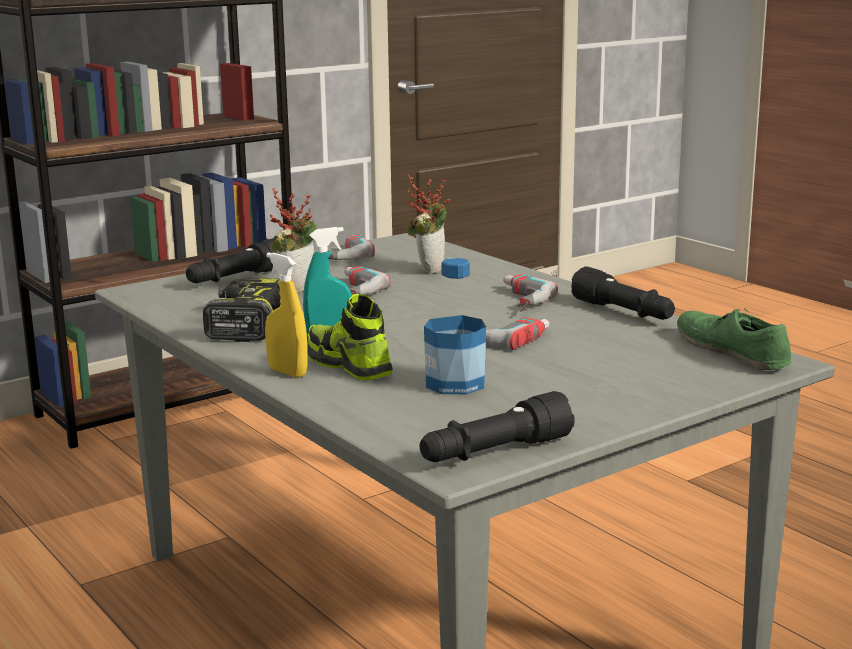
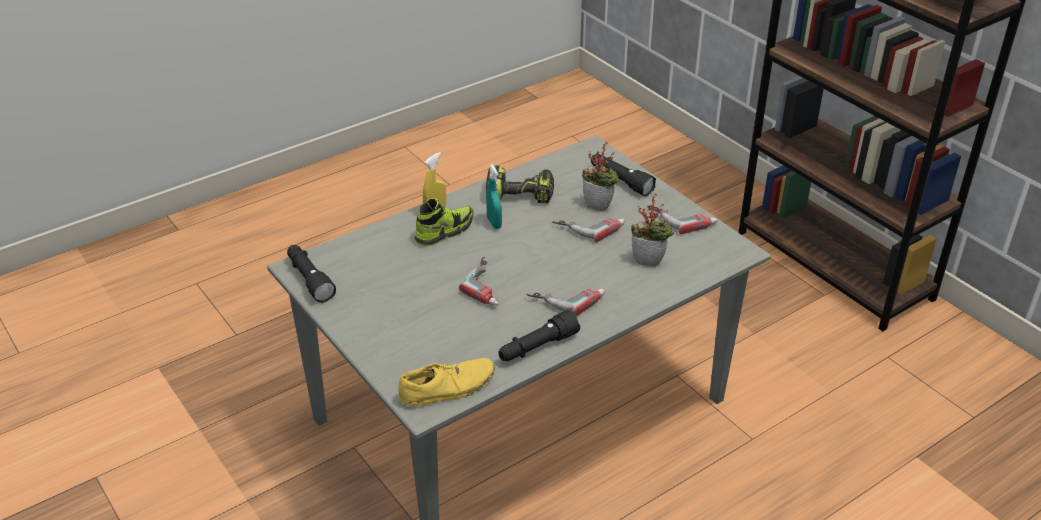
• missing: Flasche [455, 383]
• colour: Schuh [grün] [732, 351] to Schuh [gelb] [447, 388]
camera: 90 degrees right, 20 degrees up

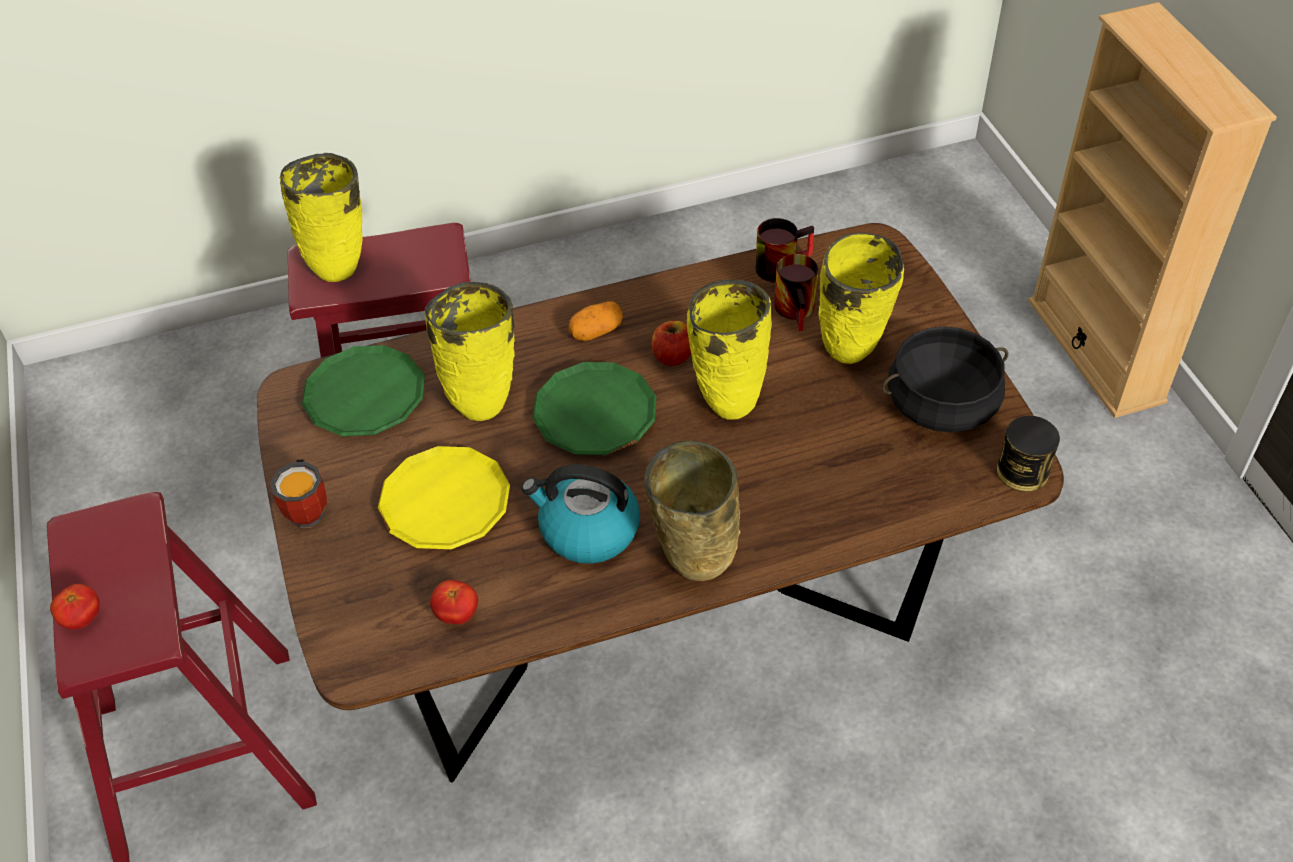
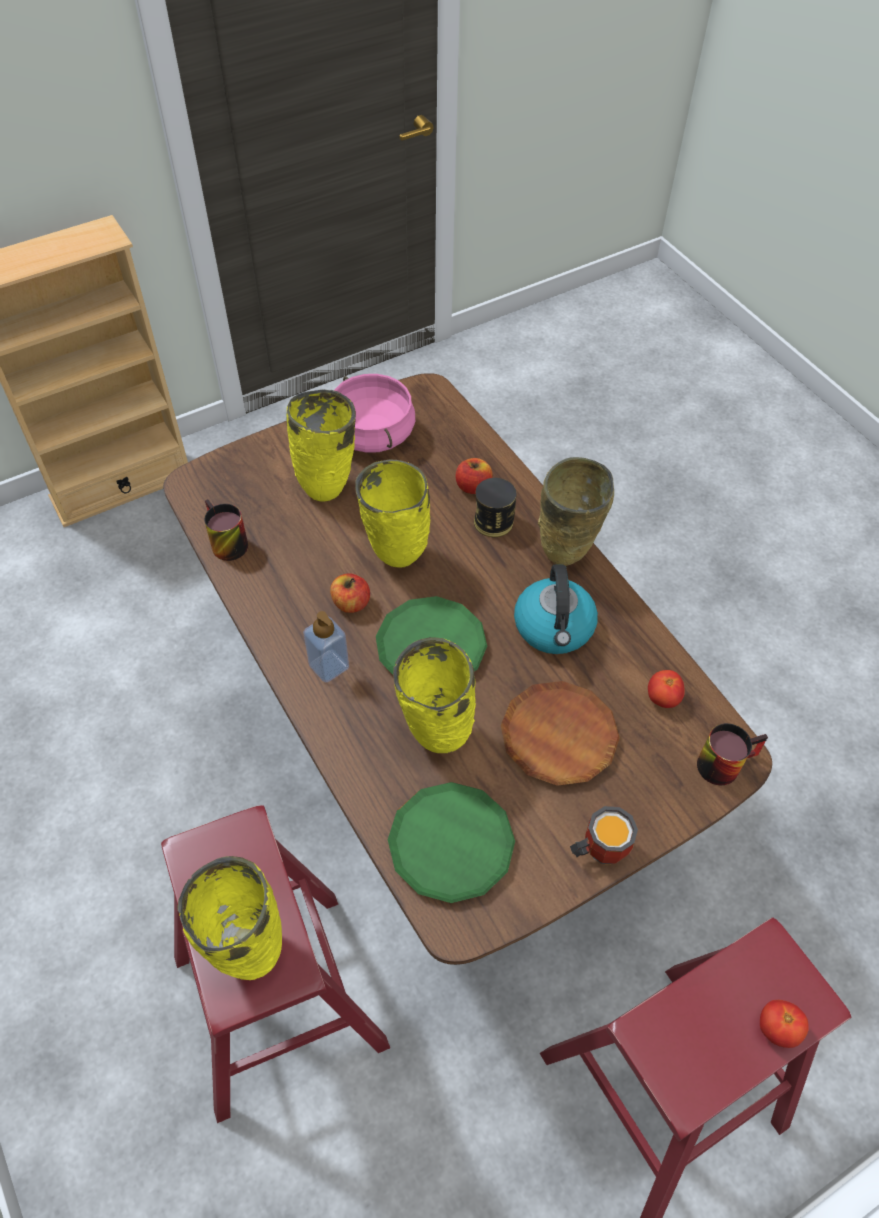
• relocated: Henkelbecher [799, 310] to [723, 761]
• exchanged: Kartoffel [596, 331] to Seifenspender [329, 666]
• colour: Kochtopf [schwarz] [941, 403] to Kochtopf [rosa] [371, 434]
• relocated: Dose [1022, 472] to [493, 522]
• colour: Teller [gelb] [445, 504] to Teller [braun] [558, 736]
• appeared: Apfel [473, 486]
camera: 105 degrees left, 5 degrees up

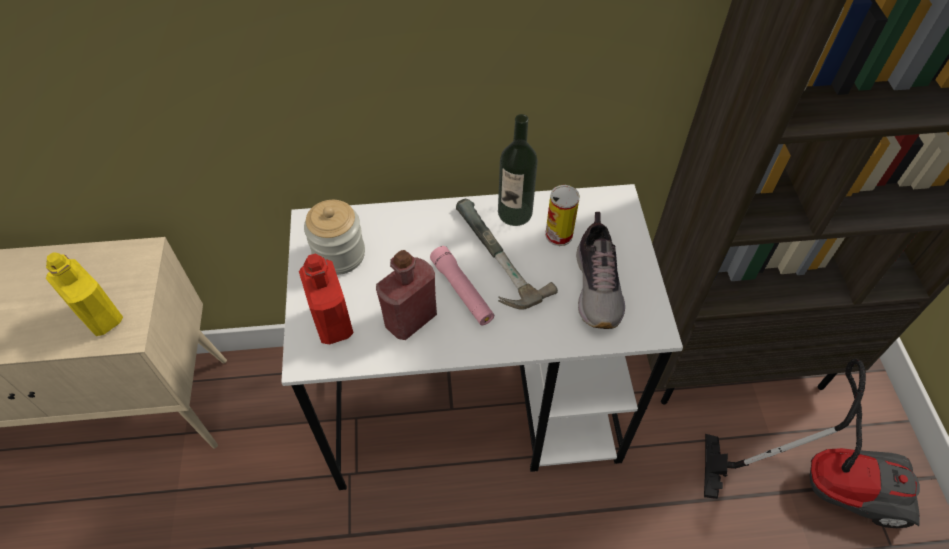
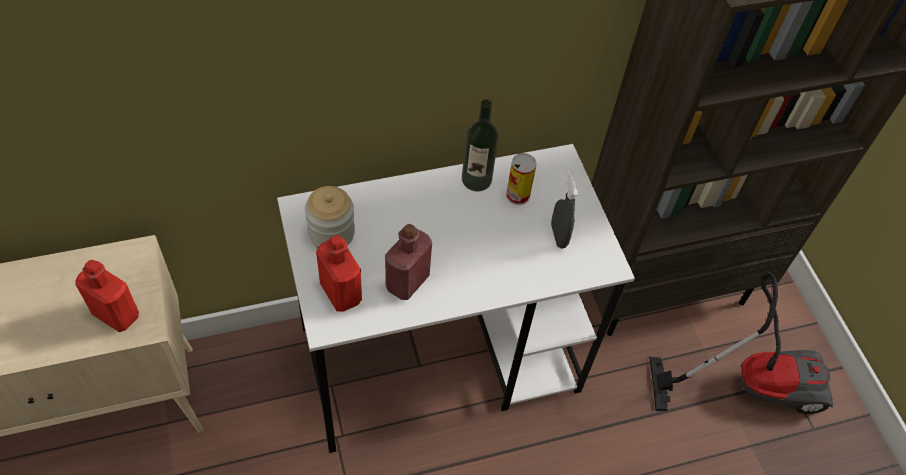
• missing: Hammer [491, 258]
• exchanged: Schuh [598, 286] to Sprühflasche [grau] [558, 236]
• missing: Taschenlampe [rosa] [462, 291]
• colour: Flasche [gelb] [100, 317] to Flasche [rot] [116, 314]
camera: 15 degrees left, 0 degrees up

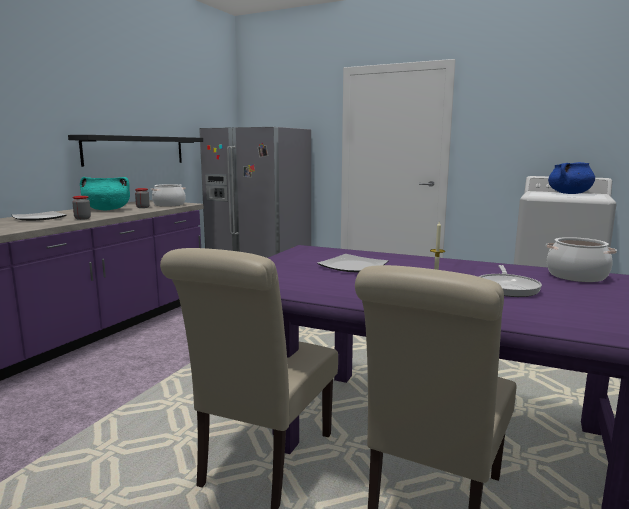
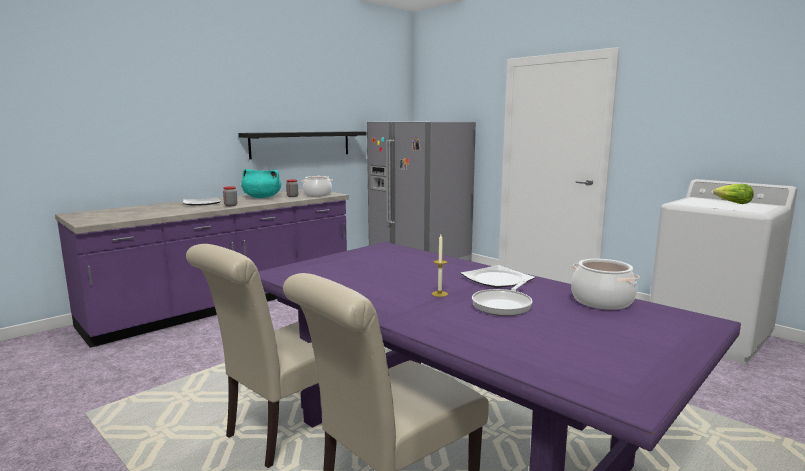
• exchanged: Kochtopf [blau] [569, 193] to Salatkopf [732, 203]
• relocated: Teller [352, 266] to [496, 279]
camera: 20 degrees right, 0 degrees up

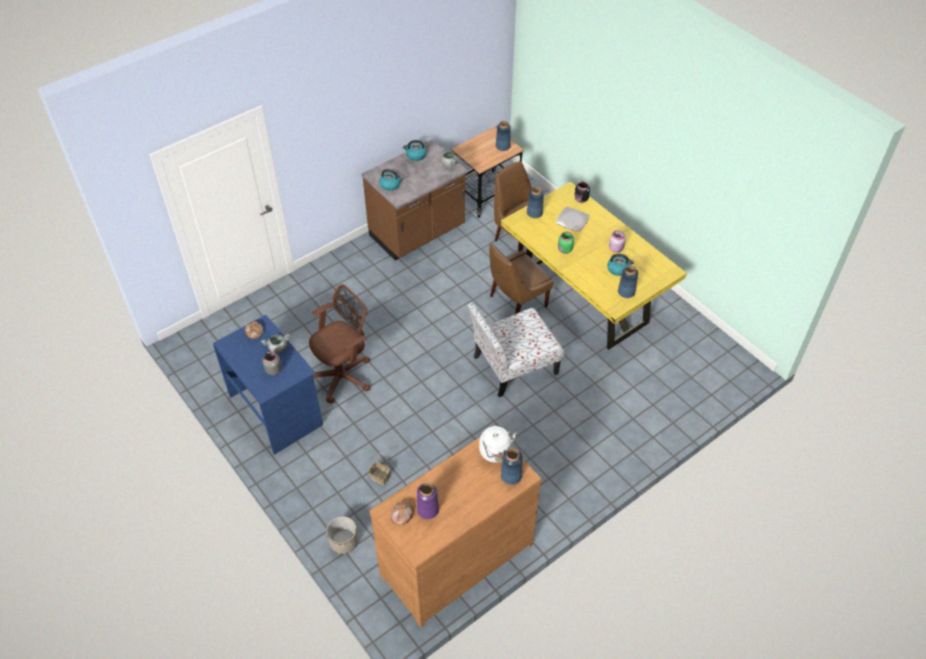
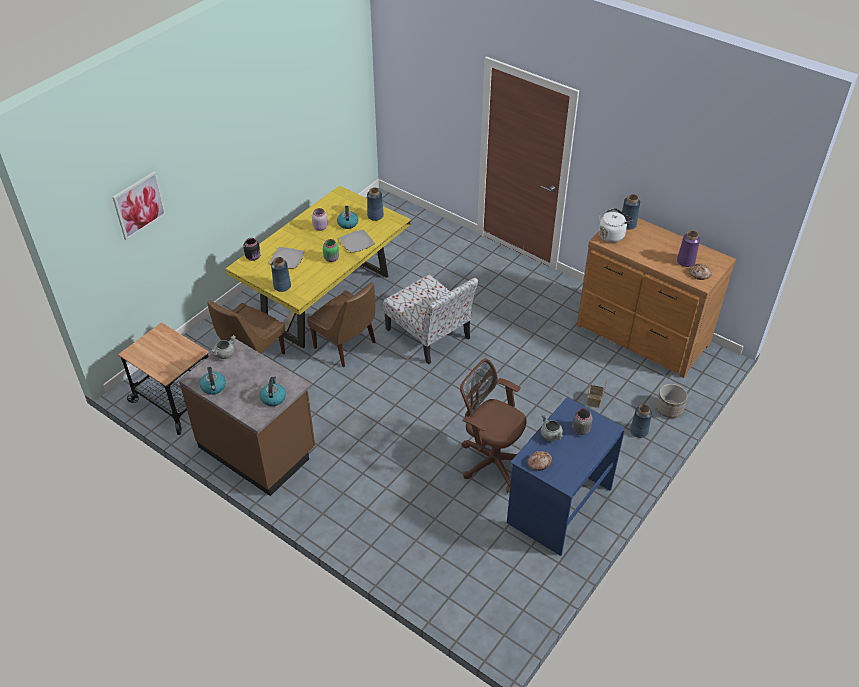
• relocated: Vase [blau] [503, 146] to [638, 431]
• appeared: Bild [139, 205]
• appeared: Teller [356, 243]
camera: 105 degrees left, 5 degrees down

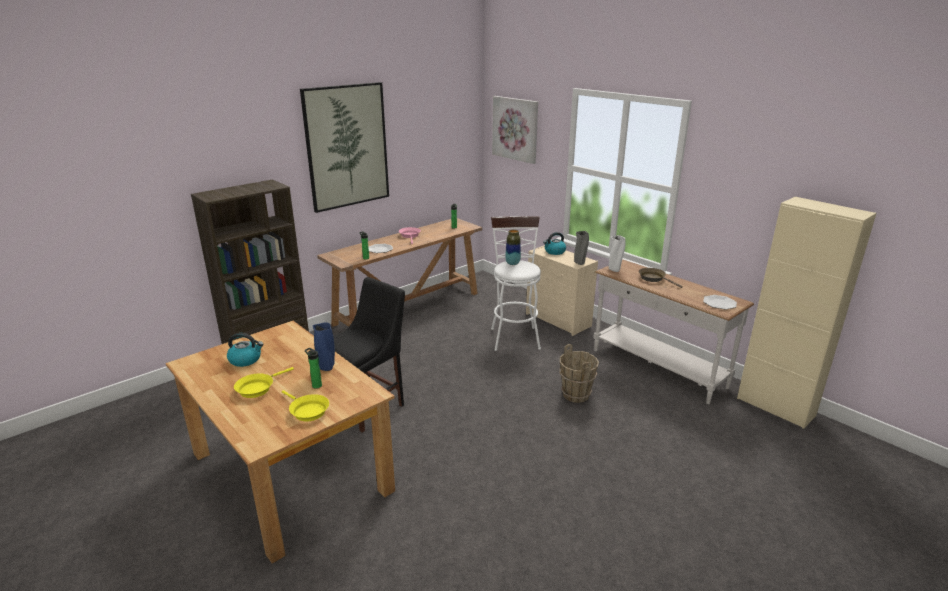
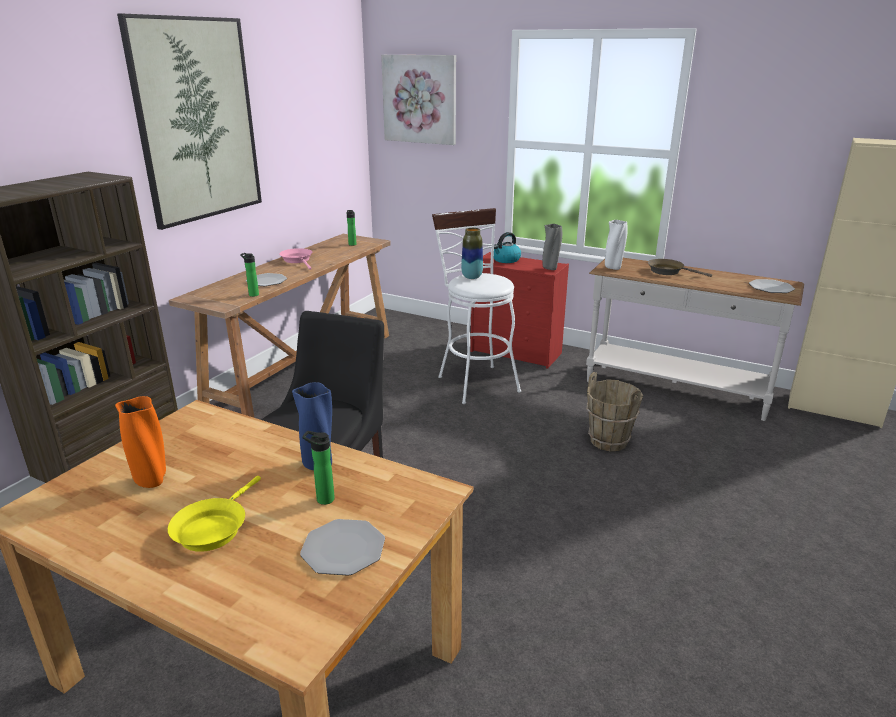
• colour: Kommode [beige] [559, 320] to Kommode [rot] [517, 352]
• exchanged: Wasserkessel [246, 360] to Vase [orange] [152, 481]
• exchanged: Pfanne [gelb] [307, 411] to Teller [343, 549]
camera: 20 degrees left, 0 degrees up

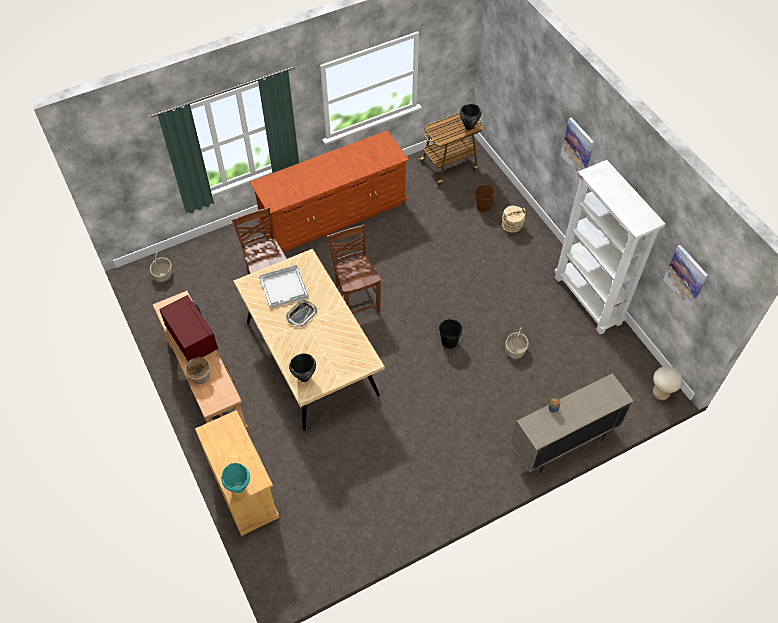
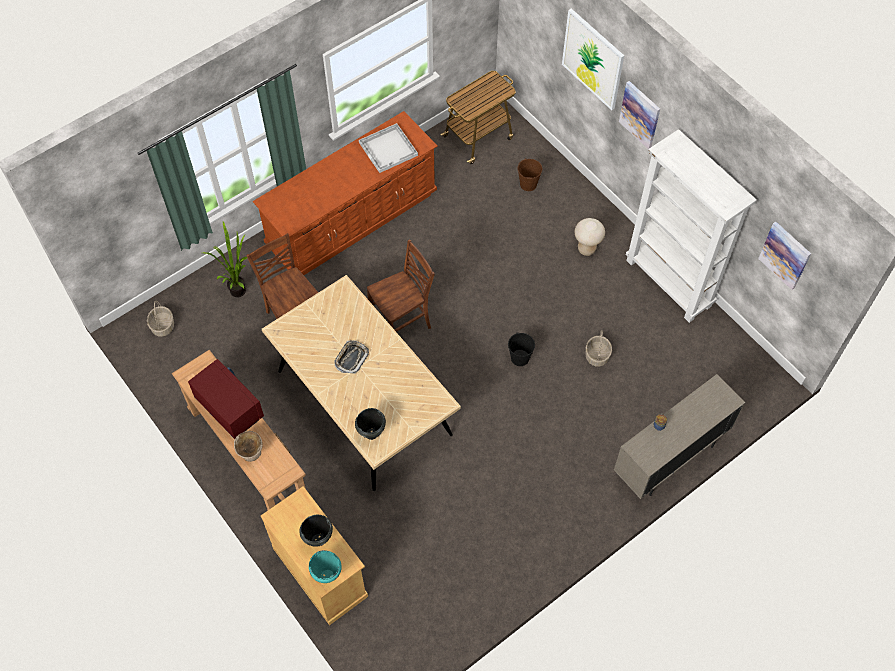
• relocated: Kochtopf [schwarz] [468, 126] to [318, 539]
• missing: Eimer [beige] [512, 226]
• spun: Stuhl [braun] [356, 301] = [402, 325] 90 degrees clockwise
• relocated: Tablett [weiß] [284, 287] to [389, 149]
• relocated: Hocker [beige] [660, 393] to [586, 249]
• appeared: Bild [593, 59]
• appeared: Topfpflanze [239, 288]
camera: 10 degrees left, 5 degrees up

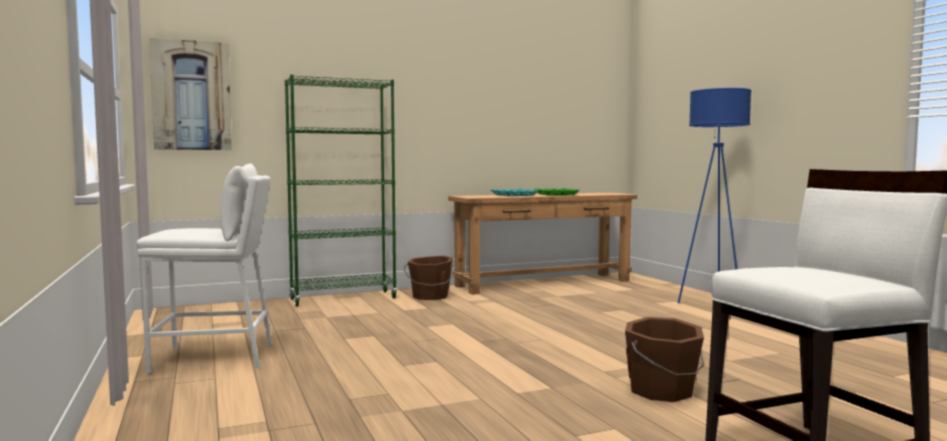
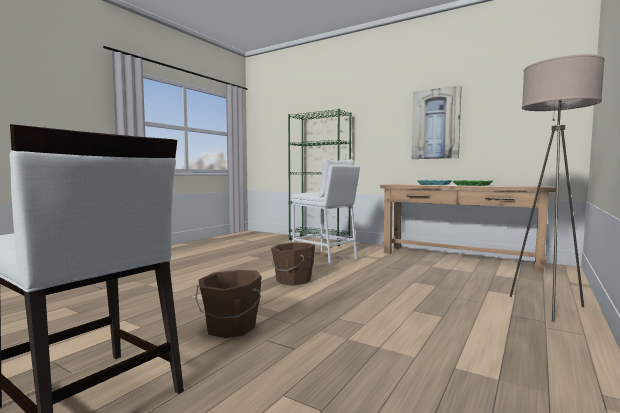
• relocated: Bild [191, 95] to [436, 124]
• colour: Stehlampe [blau] [712, 304] to Stehlampe [beige] [547, 307]
• relocated: Hocker [weiß] [214, 358] to [325, 257]
• relocated: Eimer [braun] [430, 296] to [292, 280]
camera: 55 degrees right, 0 degrees up

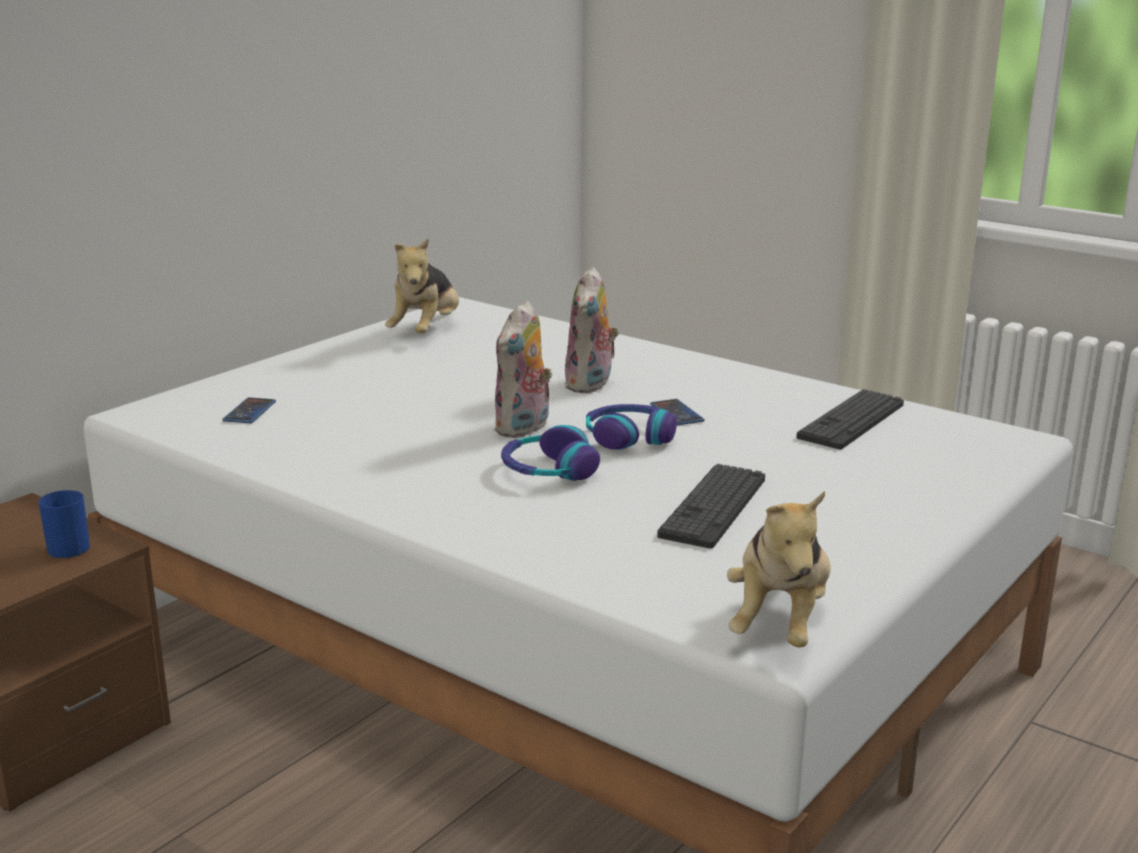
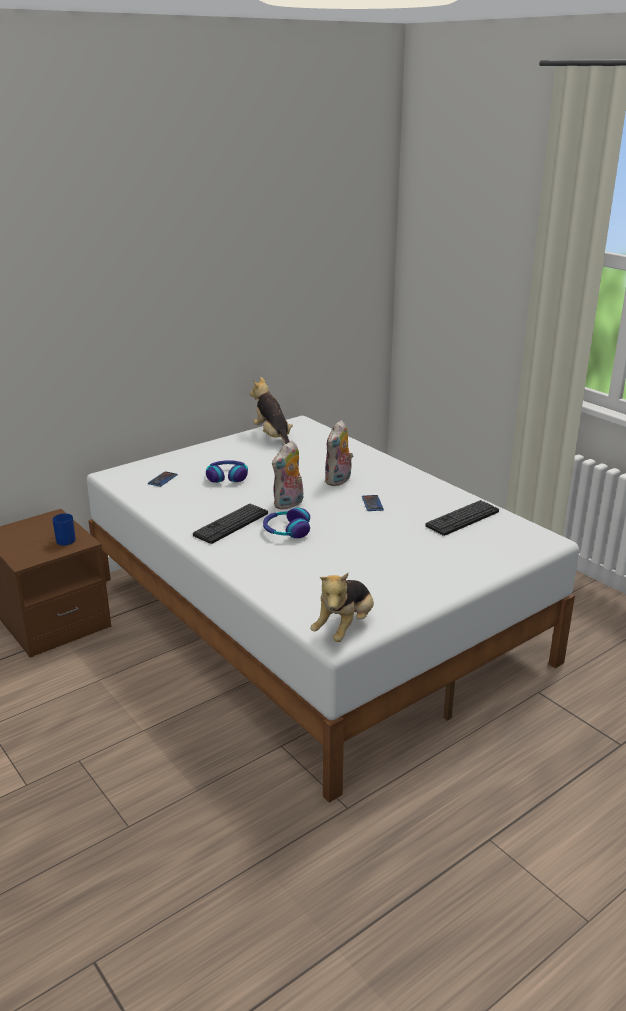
• spun: Plüschtier [426, 331] = [273, 437] 120 degrees clockwise
• relocated: Kopfhörer [629, 437] to [227, 477]
• relocated: Tastatur [713, 507] to [231, 524]
camera: 15 degrees right, 5 degrees up

